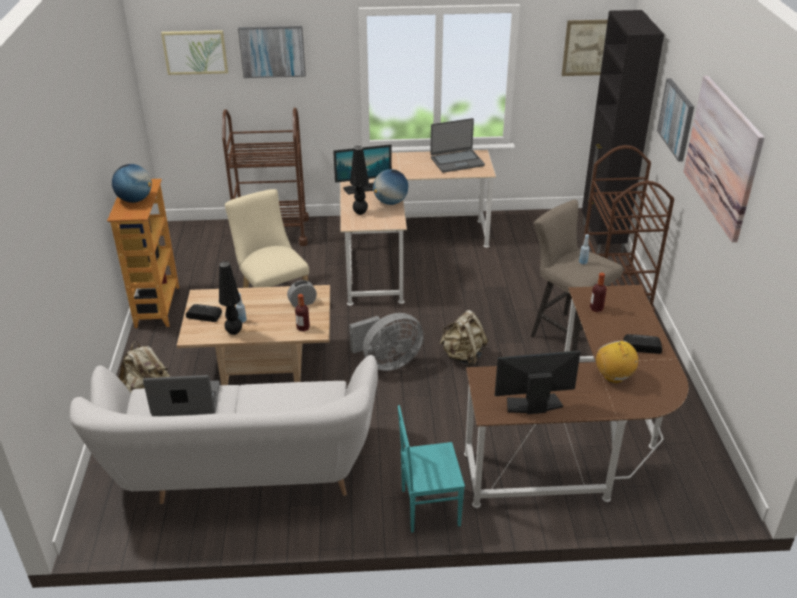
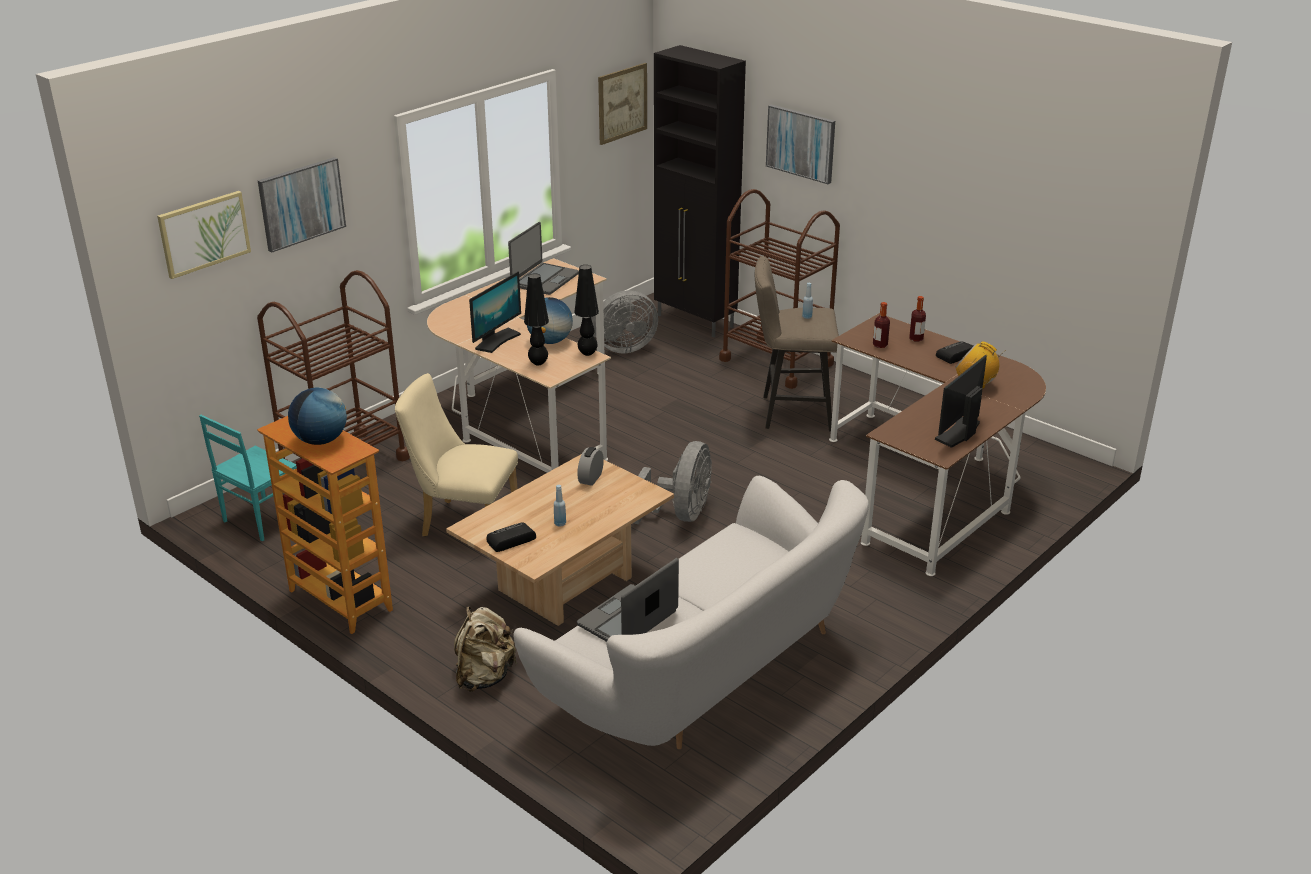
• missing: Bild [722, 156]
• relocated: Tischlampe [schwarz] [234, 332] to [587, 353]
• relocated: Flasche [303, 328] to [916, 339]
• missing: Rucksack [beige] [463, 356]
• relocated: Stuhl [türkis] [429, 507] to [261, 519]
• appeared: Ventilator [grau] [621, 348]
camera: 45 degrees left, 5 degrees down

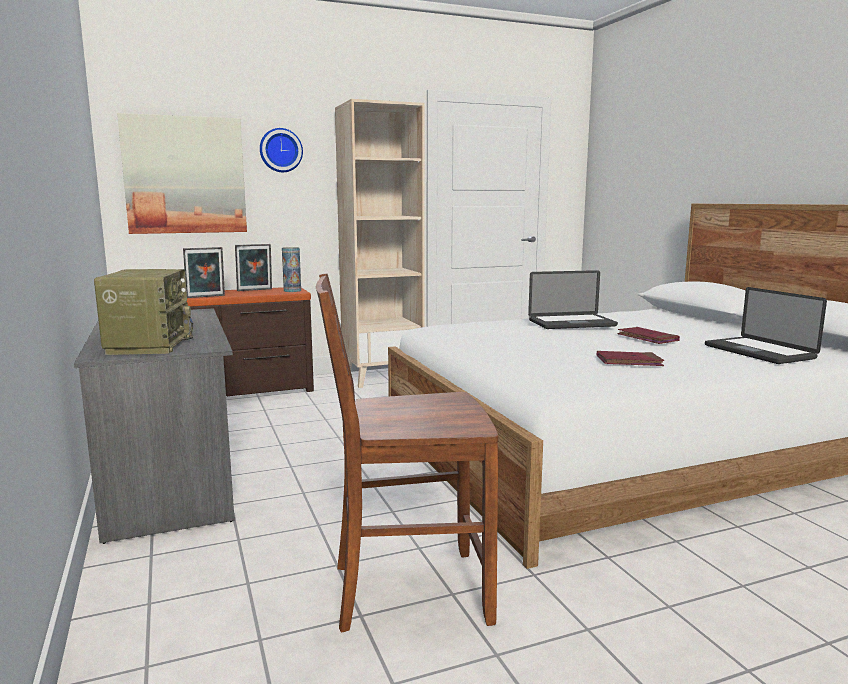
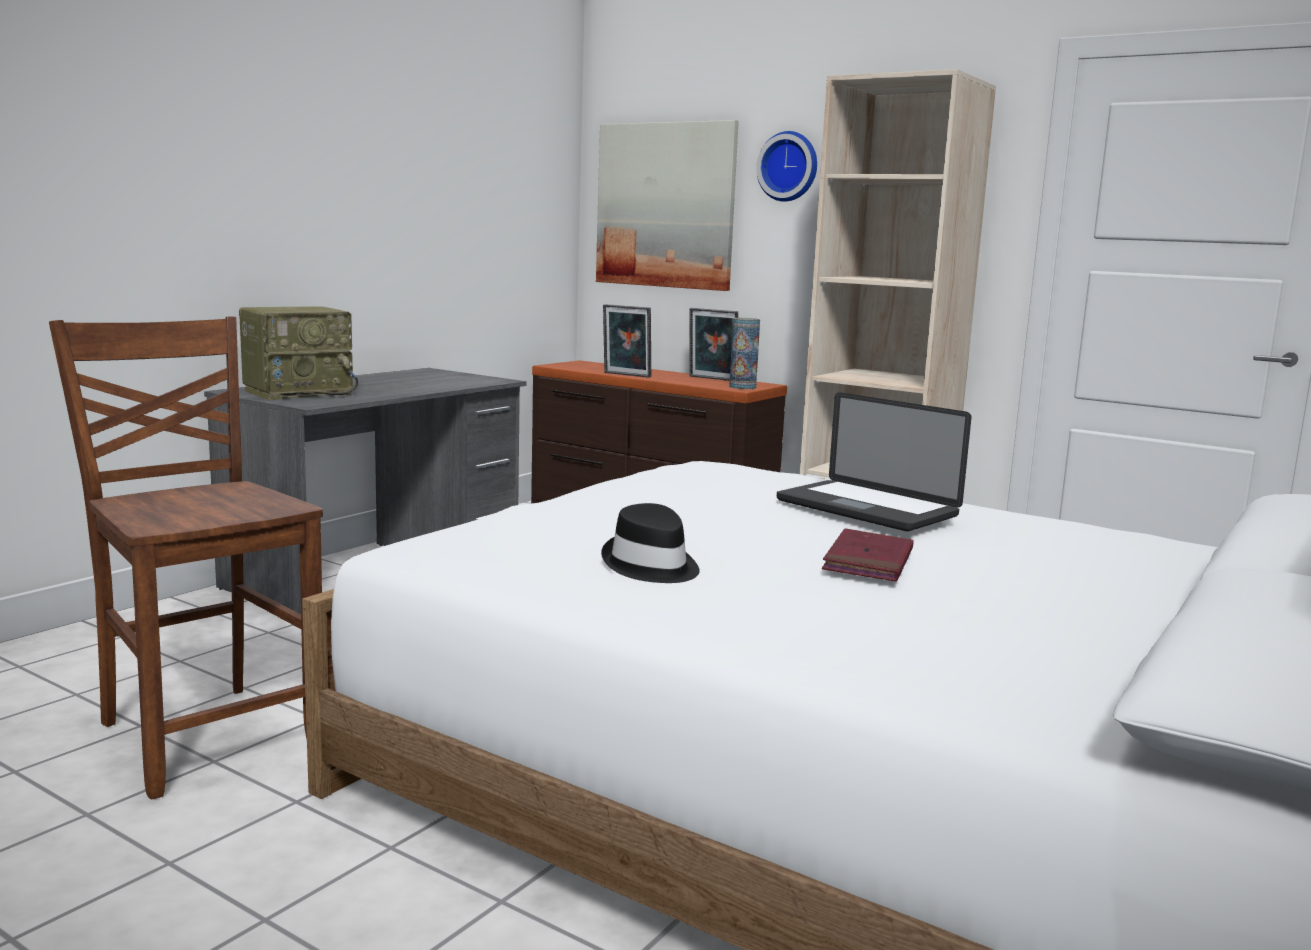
• missing: Laptop [758, 352]
• exchanged: Buch [rot] [629, 362] to Hut [schwarz] [651, 566]
camera: 55 degrees right, 0 degrees up

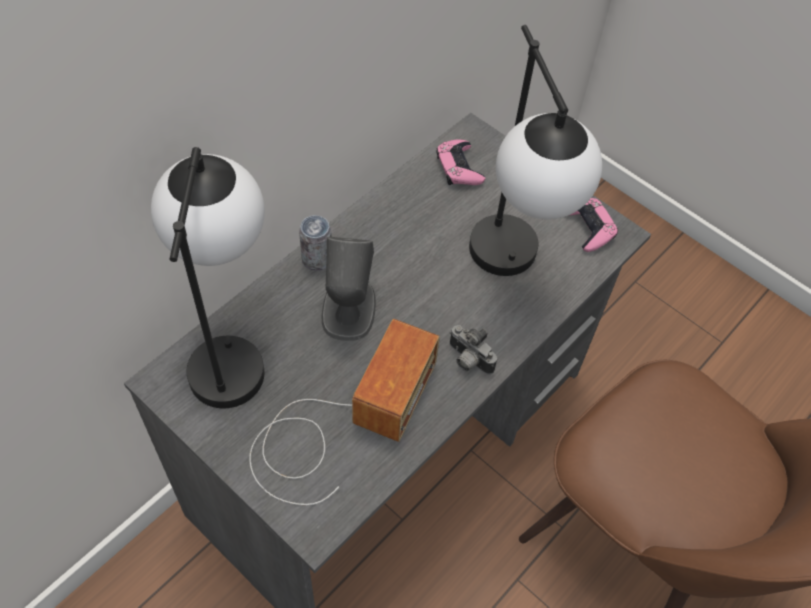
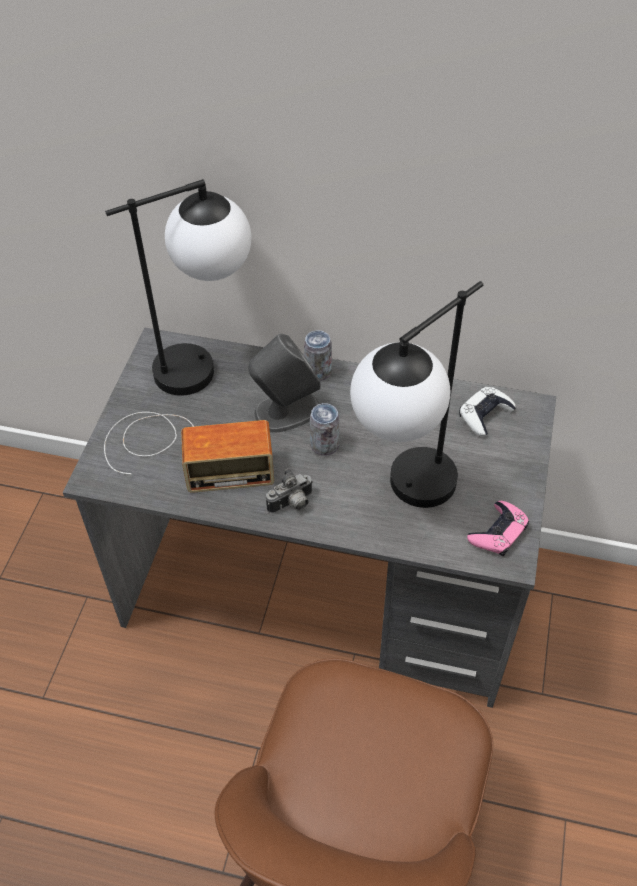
• colour: Gamepad [rosa] [459, 168] to Gamepad [weiß] [485, 415]
• spun: Kamera [467, 360] = [292, 504] 135 degrees counterclockwise
• appeared: Dose [324, 445]
camera: 65 degrees right, 5 degrees down

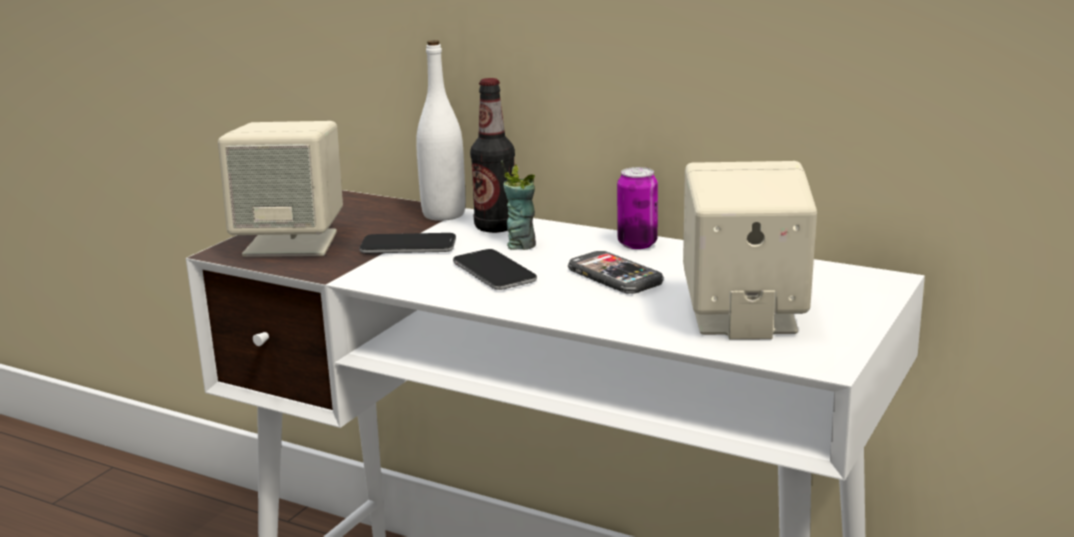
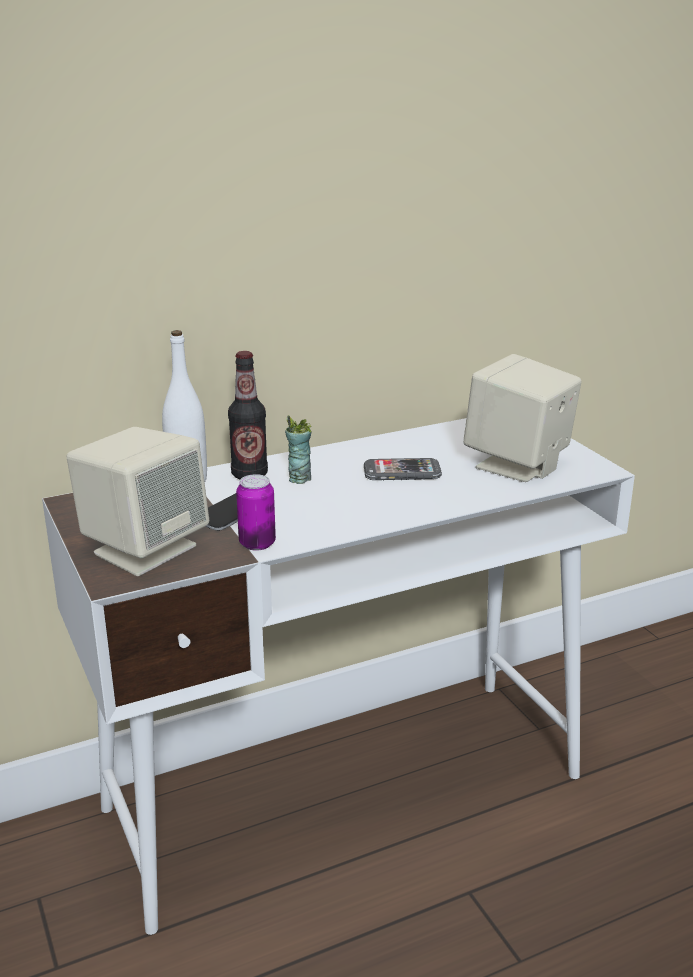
• relocated: Dose [637, 244] to [257, 544]
• missing: Handy [494, 272]
camera: 55 degrees left, 5 degrees up

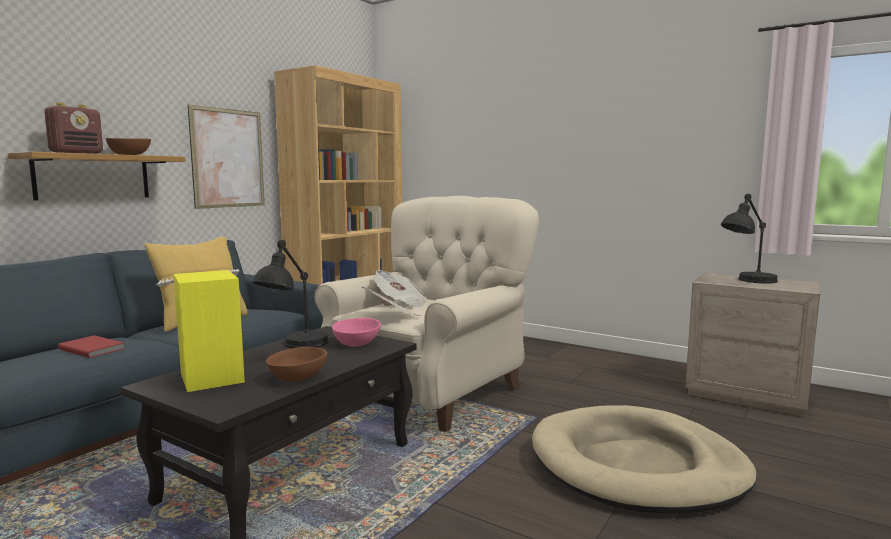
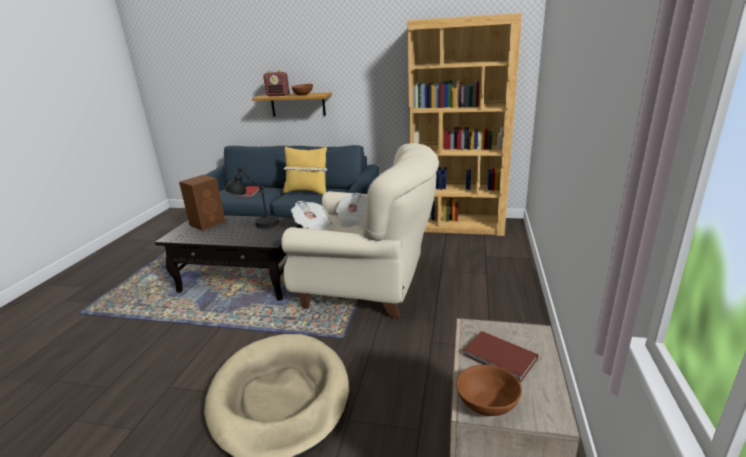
• missing: Bild [228, 158]
• exchanged: Tischlampe [schwarz] [747, 281] to Buch [braun] [499, 358]
• colour: Lautsprecher [gelb] [211, 377] to Lautsprecher [braun] [208, 223]
• missing: Schüssel [rosa] [356, 343]
• relocated: Schüssel [braun] [298, 378] to [488, 404]
camera: 70 degrees right, 15 degrees up

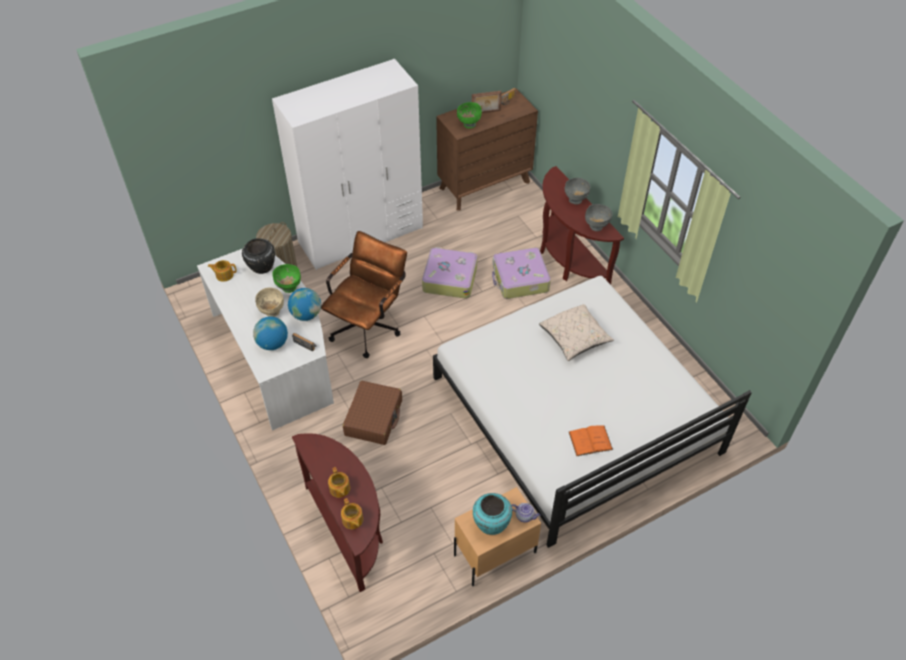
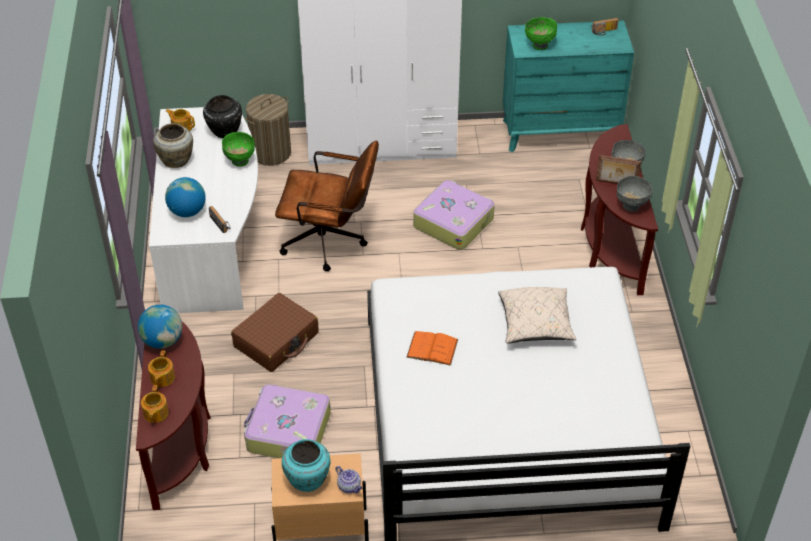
• colour: Kommode [braun] [484, 185] to Kommode [türkis] [560, 133]
• relocated: Bilderrahmen [486, 112] to [616, 183]
• spun: Bürostuhl [braun] [368, 325] = [330, 242] 45 degrees clockwise
• relocated: Koffer [520, 279] to [287, 432]
• missing: Schüssel [beige] [272, 312]
• relocated: Globus [306, 314] to [163, 340]
• relocated: Buch [orange] [590, 440] to [432, 348]
• appeared: Vase [beige] [176, 160]
camera: 25 degrees right, 5 degrees down

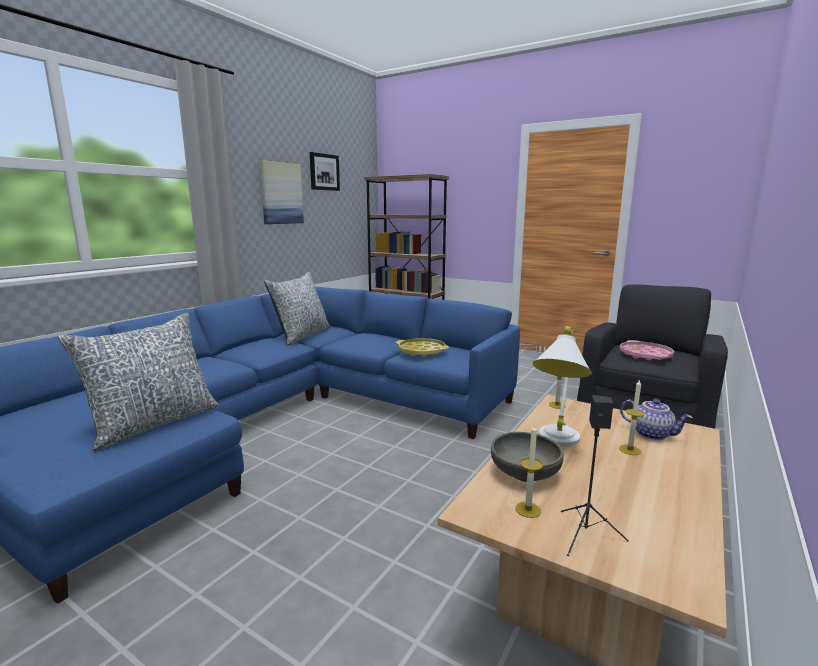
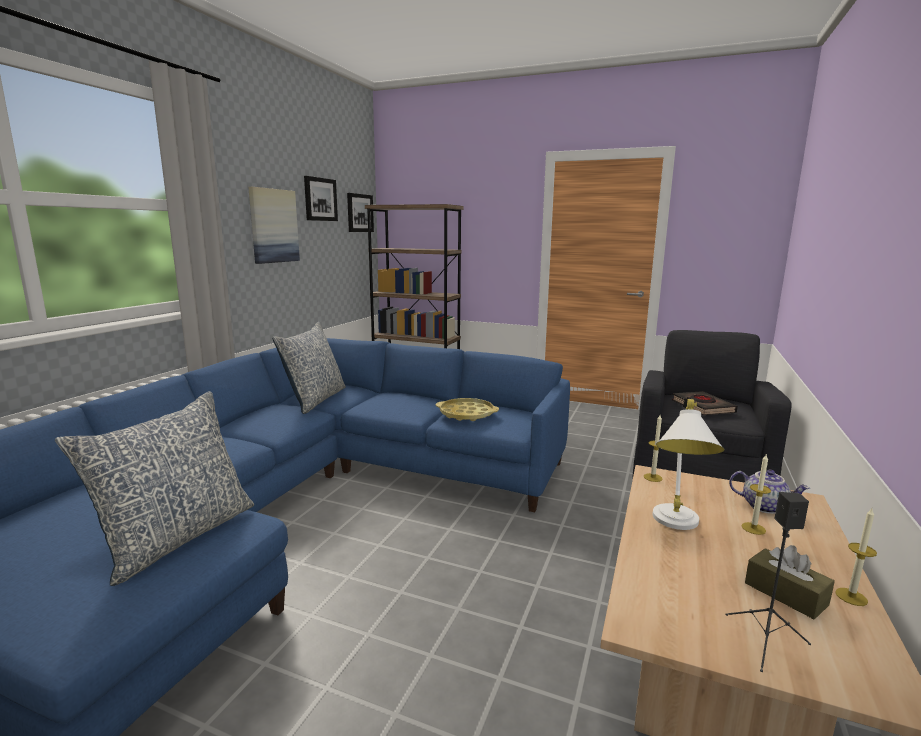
• exchanged: Tablett [rosa] [645, 355] to Buch [schwarz] [702, 407]
• relocated: Kerze [528, 509] to [851, 597]
• missing: Schüssel [grau] [525, 473]
• appeared: Bild [359, 213]
• appeared: Taschentuchbox [braun] [785, 594]
camera: 10 degrees left, 0 degrees up

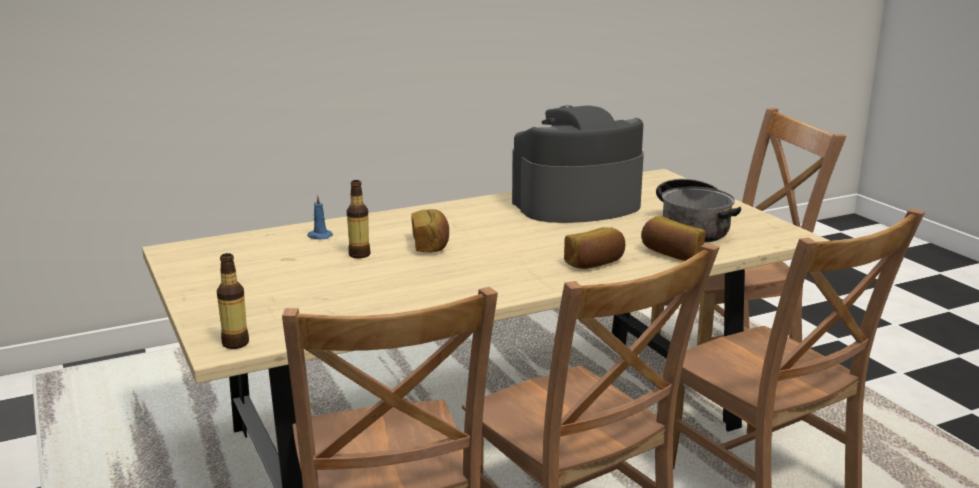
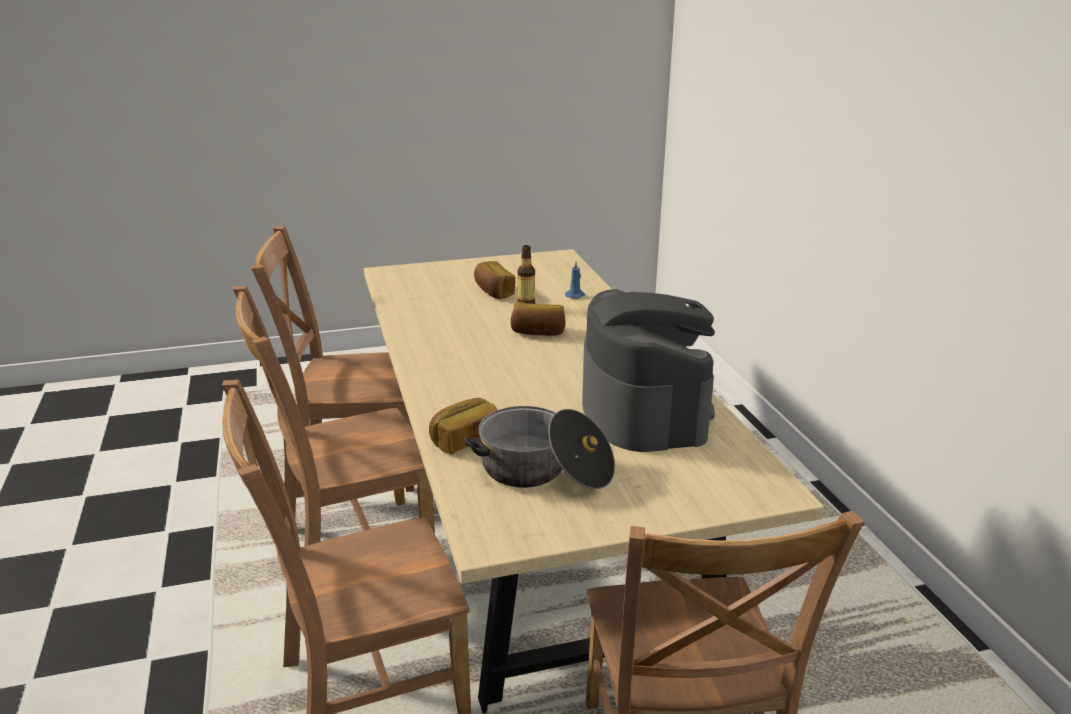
• relocated: Brot [595, 263] to [493, 292]
• missing: Flasche [235, 343]
camera: 100 degrees right, 5 degrees up

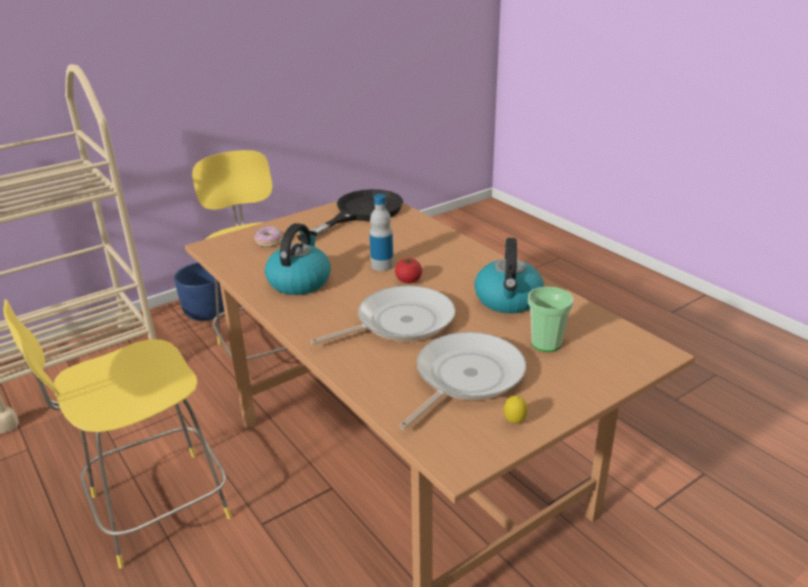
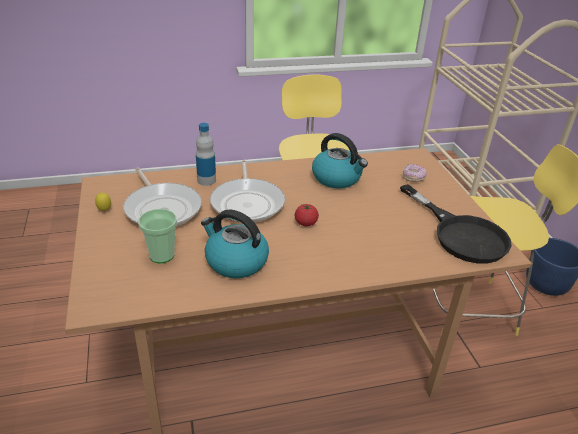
• relocated: Flasche [382, 265] to [206, 180]
camera: 110 degrees right, 5 degrees up

